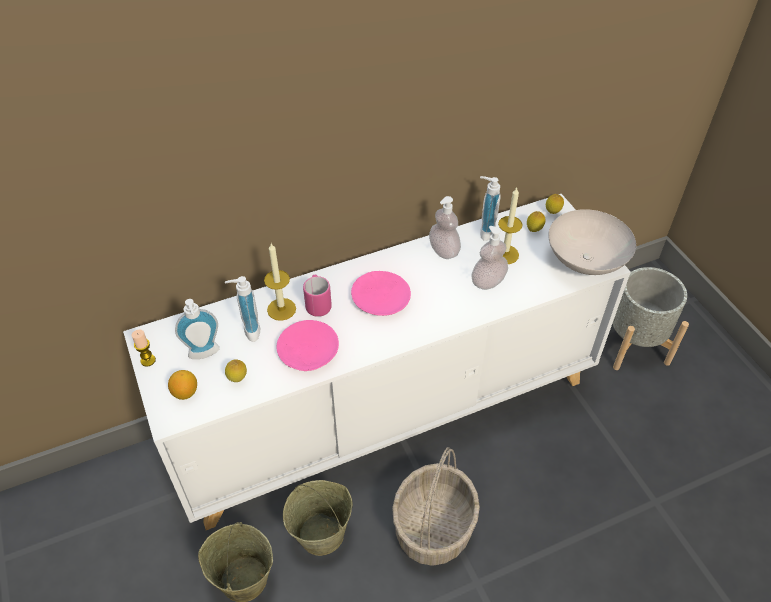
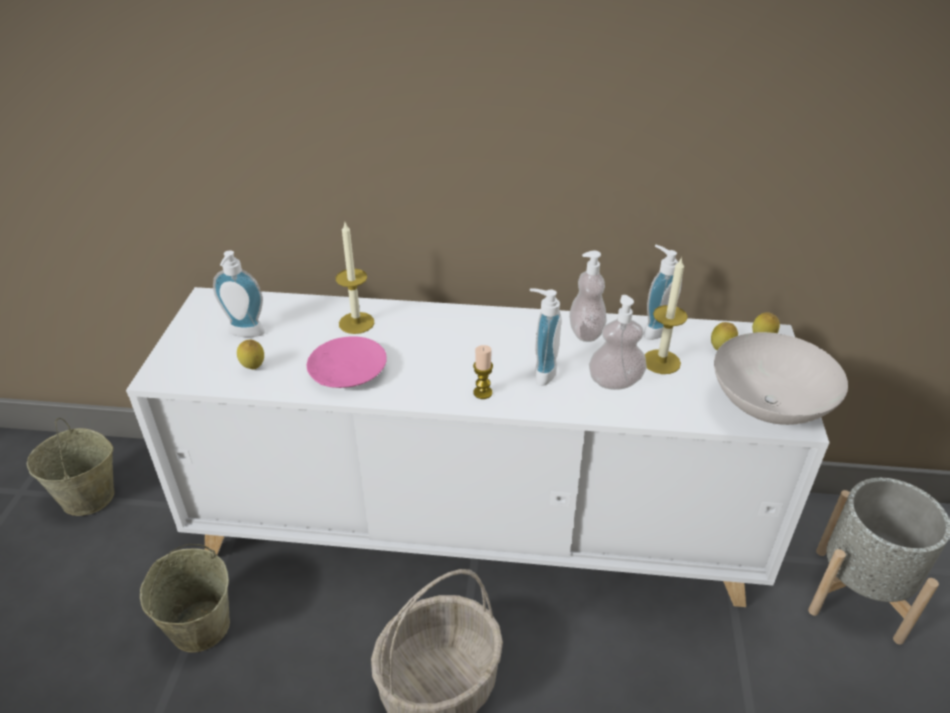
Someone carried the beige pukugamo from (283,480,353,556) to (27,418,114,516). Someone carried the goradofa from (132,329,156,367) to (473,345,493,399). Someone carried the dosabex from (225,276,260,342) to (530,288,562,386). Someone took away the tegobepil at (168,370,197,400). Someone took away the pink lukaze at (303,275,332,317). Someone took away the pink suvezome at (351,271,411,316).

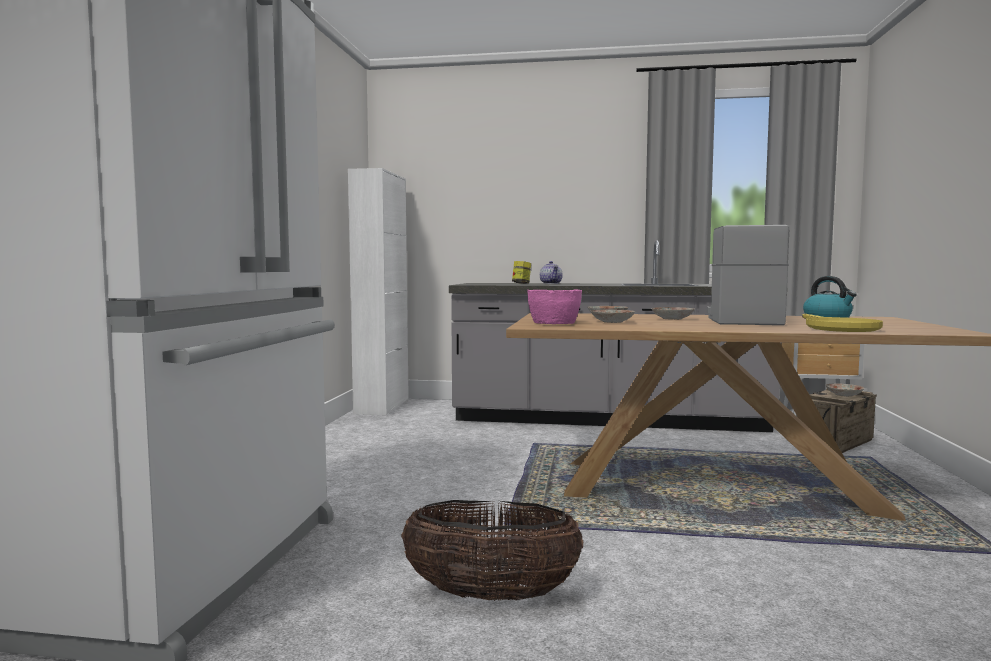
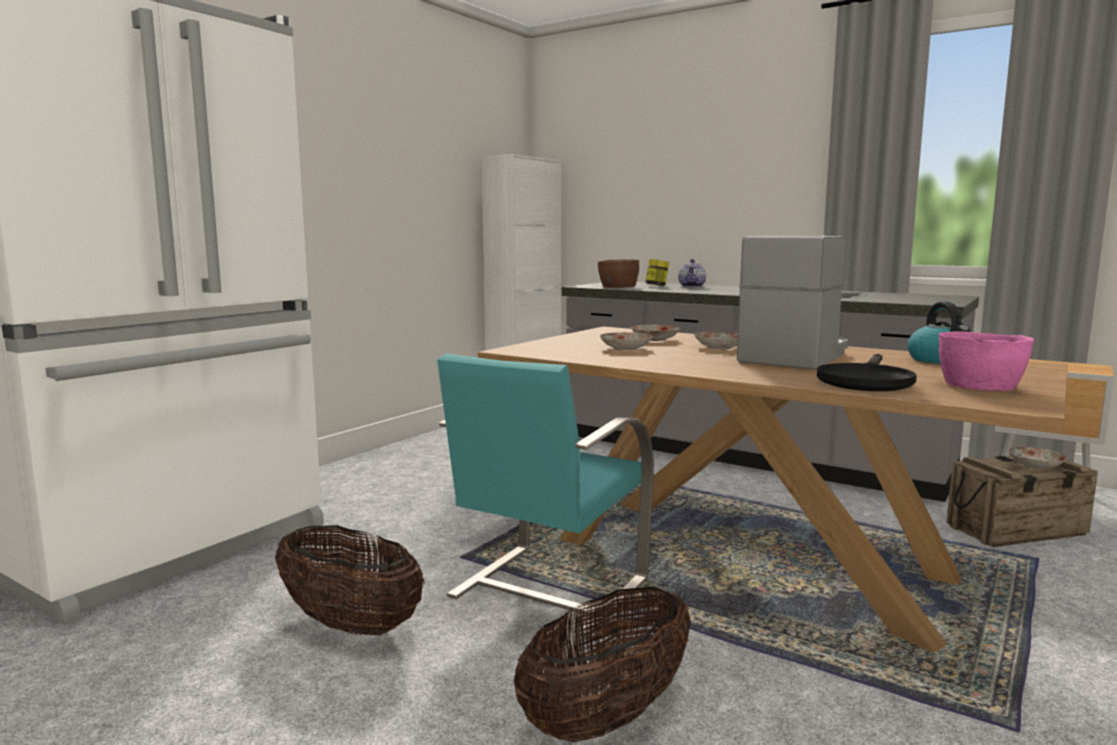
Someone put down the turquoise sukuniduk at (437,353,654,638). Someone put down the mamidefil at (514,587,691,742). Someone put down the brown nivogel at (598,259,639,288). Someone repainted the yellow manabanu at (802,314,883,332), which became the black manabanu at (817,354,917,391). Someone carried the pink nivogel from (527,290,582,324) to (939,332,1034,391).

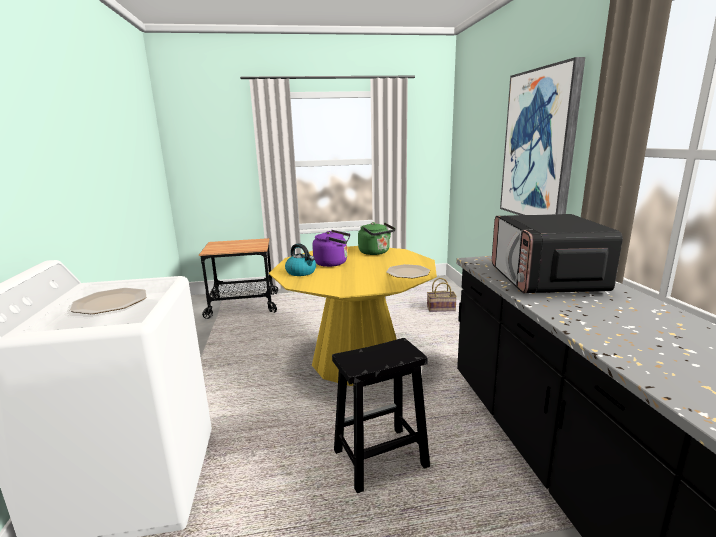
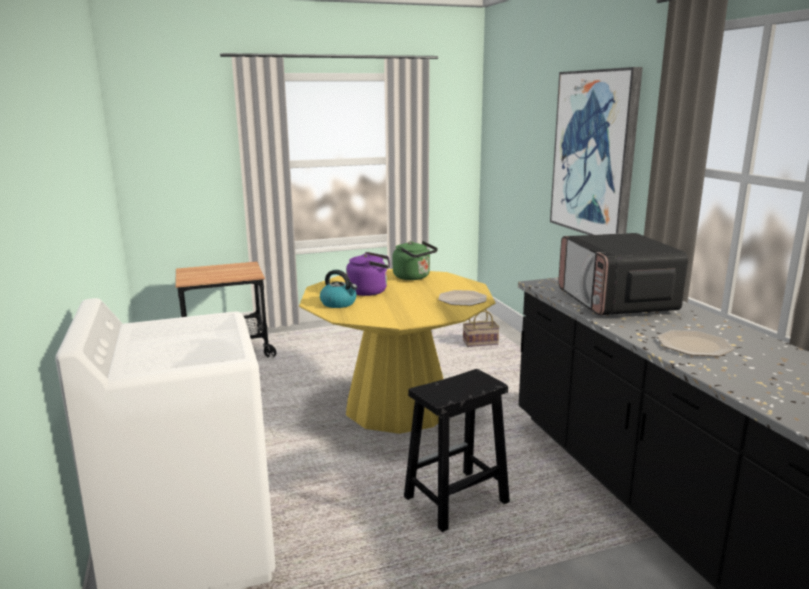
Someone carried the suvezome from (69,288,147,314) to (657,330,734,357).

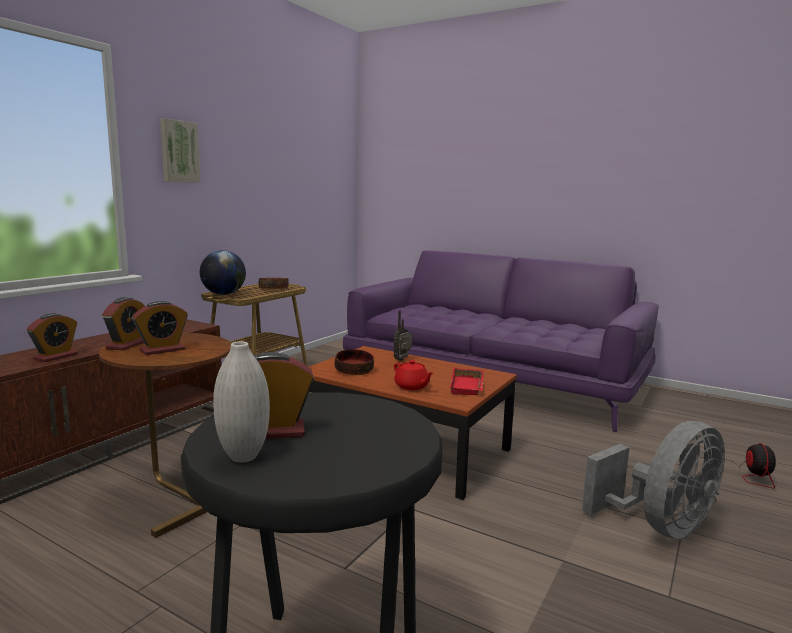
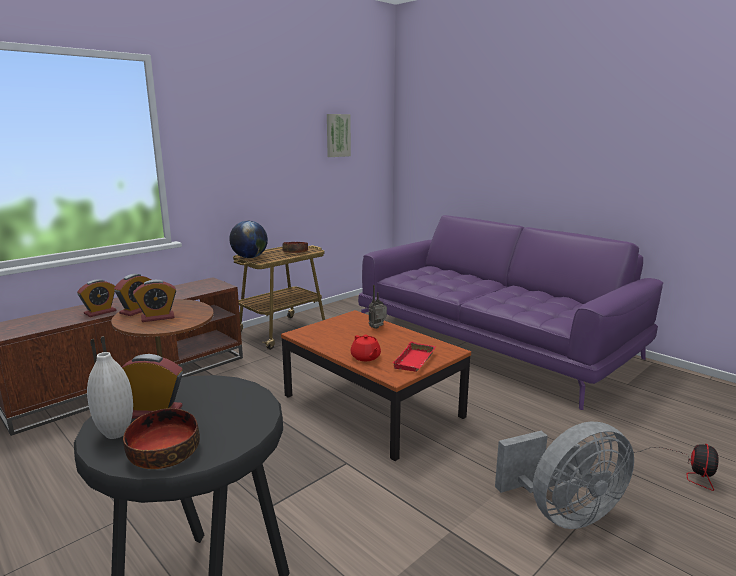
Someone carried the nivogel from (335,349,374,375) to (123,408,200,469). Someone carried the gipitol from (160,118,201,183) to (327,114,351,157).

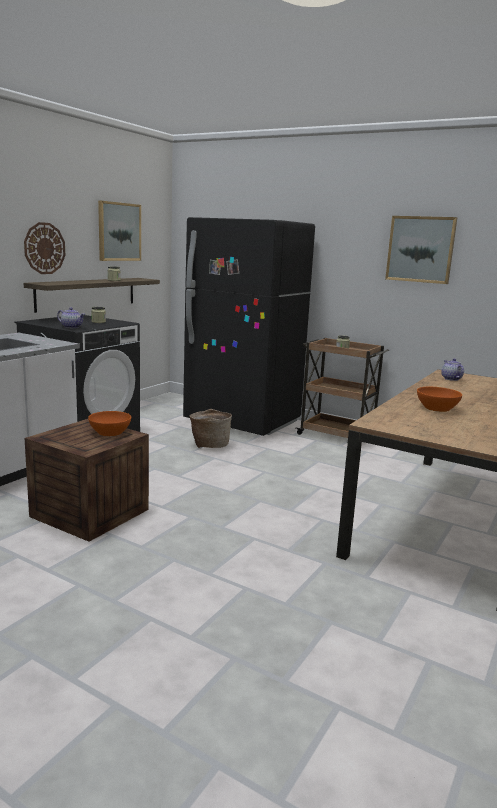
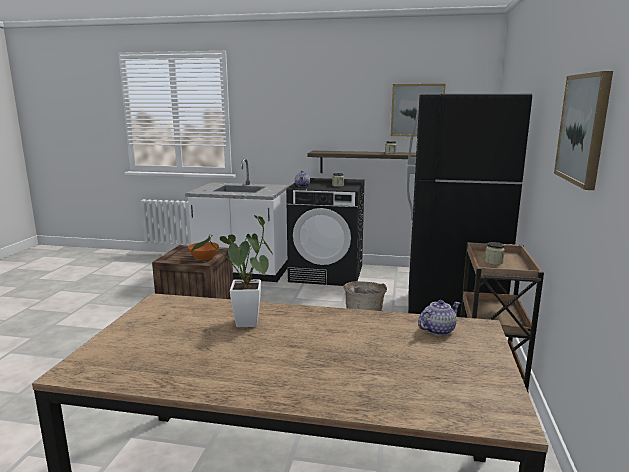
Someone swapped the orange nivogel at (417,387,462,412) for the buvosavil at (191,215,273,327). Someone took away the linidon at (24,222,65,274).

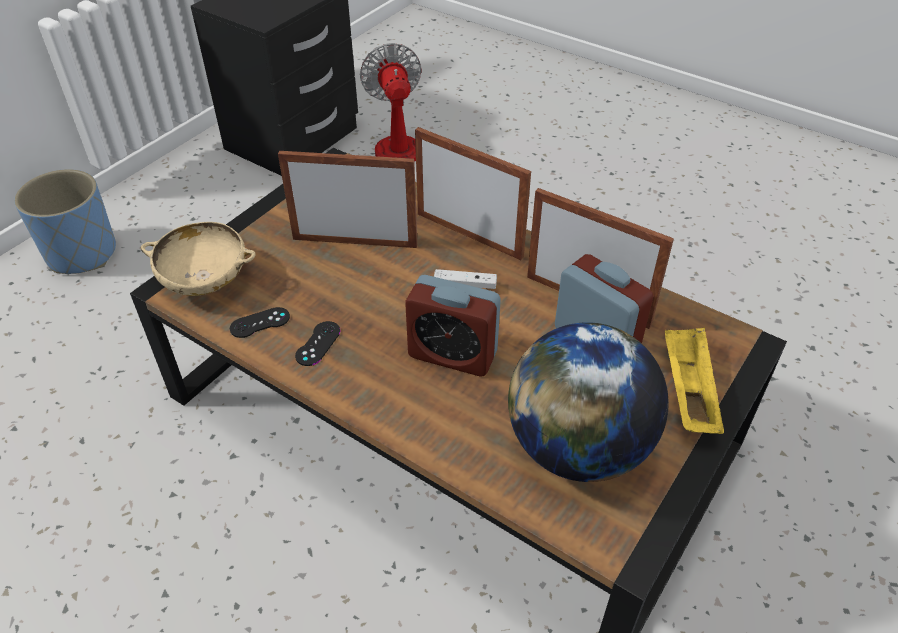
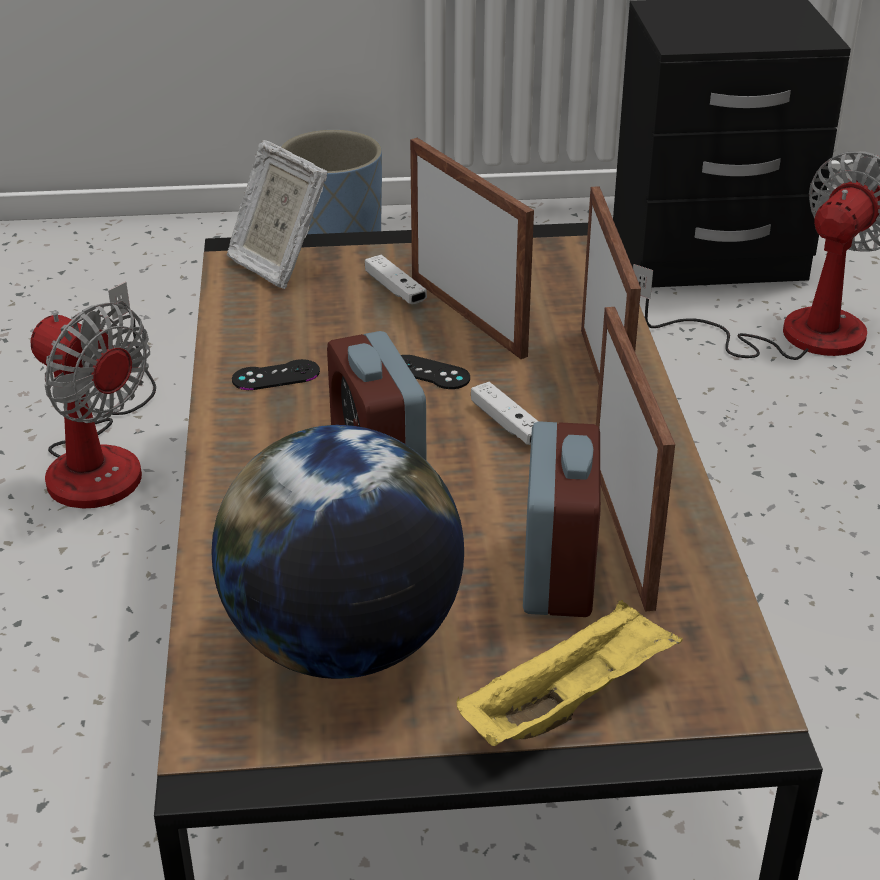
Someone put down the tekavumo at (31,282,156,509). Someone swapped the beige nivogel at (141,222,256,296) for the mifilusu at (226,140,328,289). Someone put down the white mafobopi at (365,255,427,304). Someone carried the black mafobopi from (230,307,290,338) to (401,355,470,389).

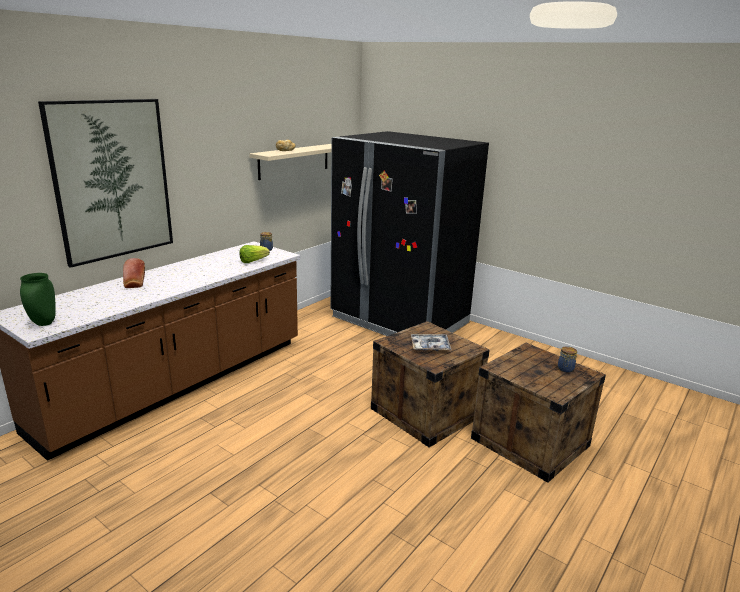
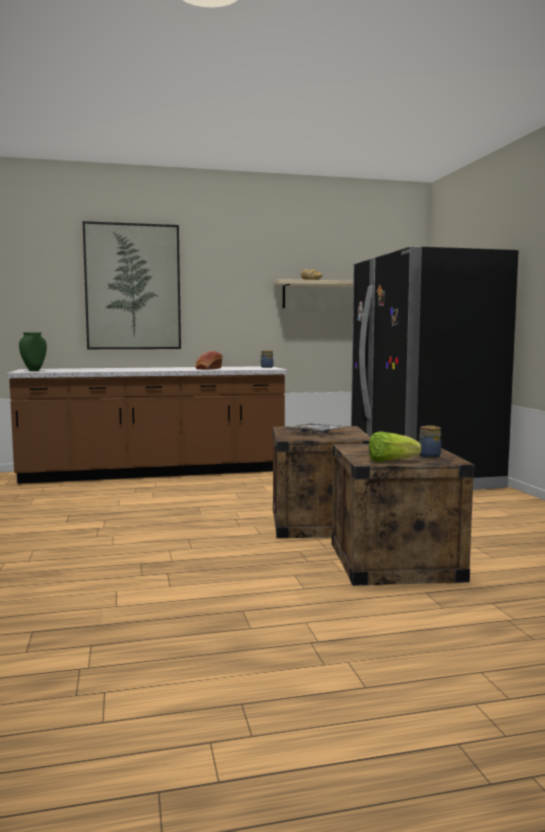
Someone carried the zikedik from (123,258,145,288) to (196,351,222,370). Someone carried the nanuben from (240,245,270,263) to (369,431,422,462).

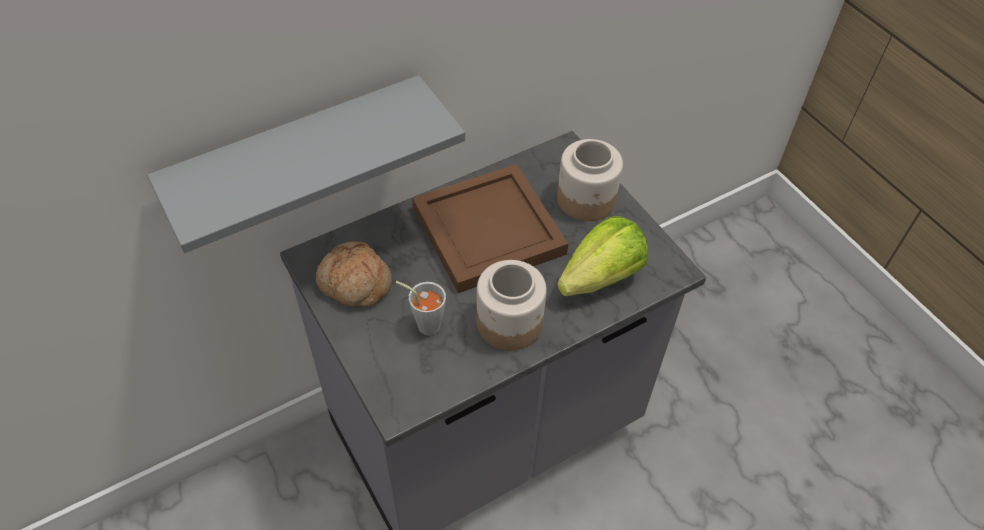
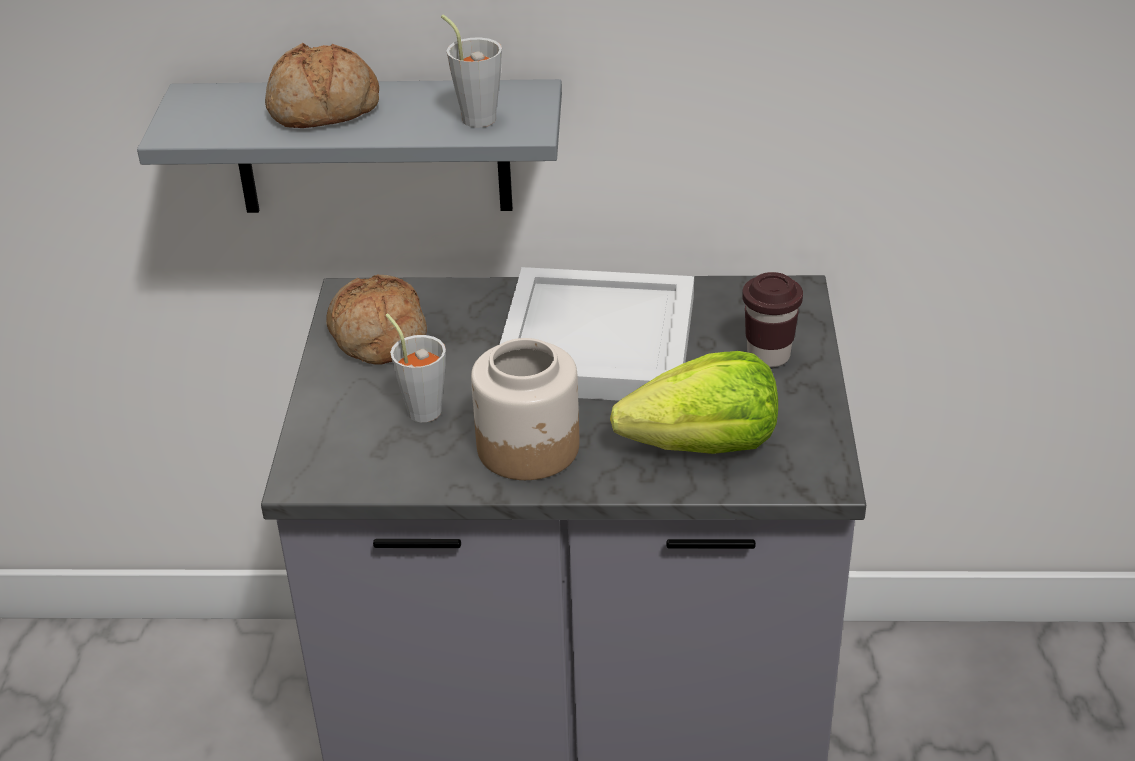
Someone put down the zikedik at (265,43,379,128). Someone put down the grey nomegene at (441,15,502,127). Someone repainted the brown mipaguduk at (412,164,568,293), which became the white mipaguduk at (499,267,694,401). Someone swapped the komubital at (557,139,623,221) for the brown nomegene at (742,272,803,367).

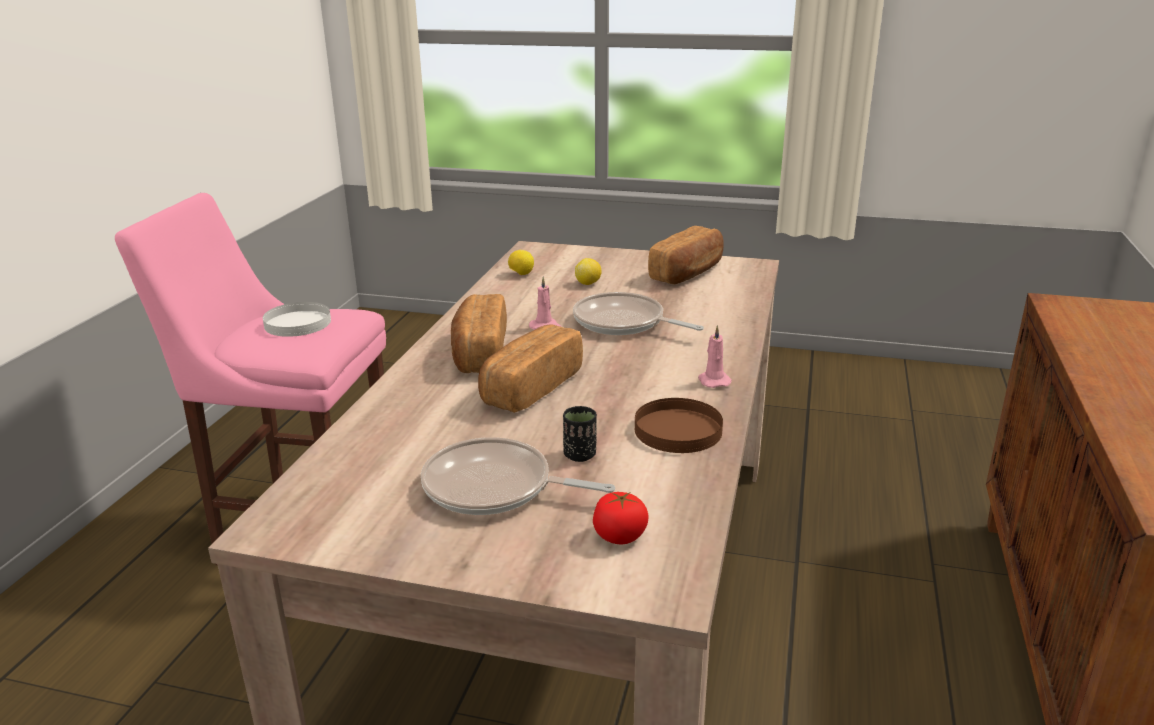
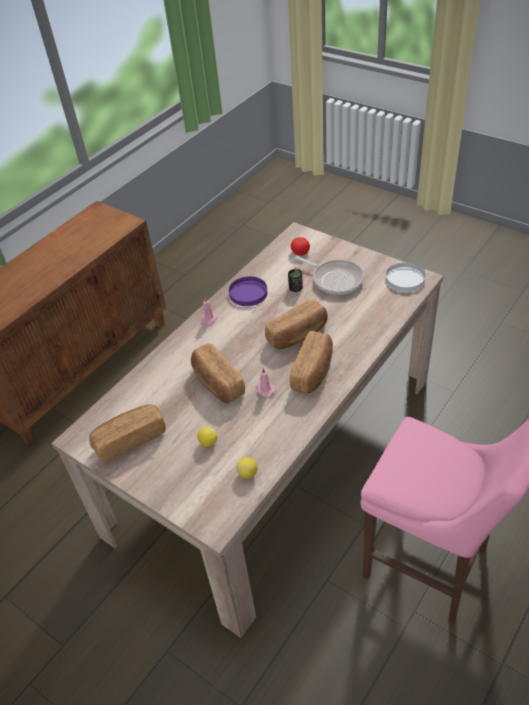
Someone swapped the manabanu at (573,292,704,335) for the zikedik at (191,343,245,403). Someone repainted the brown suvezome at (635,398,723,453), which became the purple suvezome at (229,276,268,306). Someone carried the white suvezome from (263,302,331,337) to (386,262,425,292).

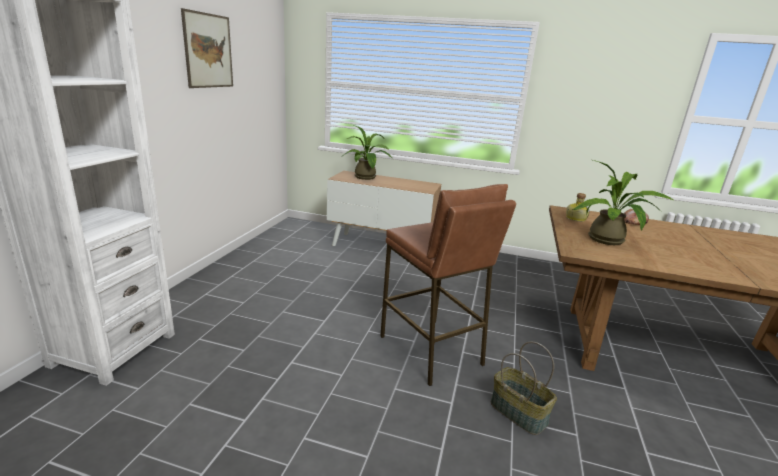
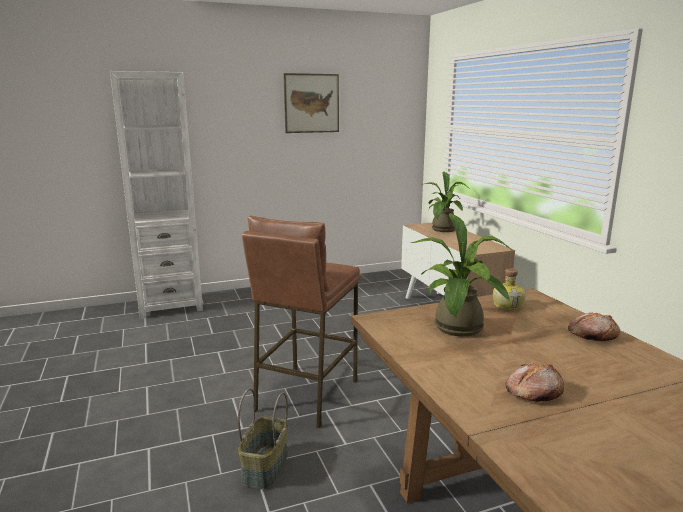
Someone put down the zikedik at (505,362,564,402).

